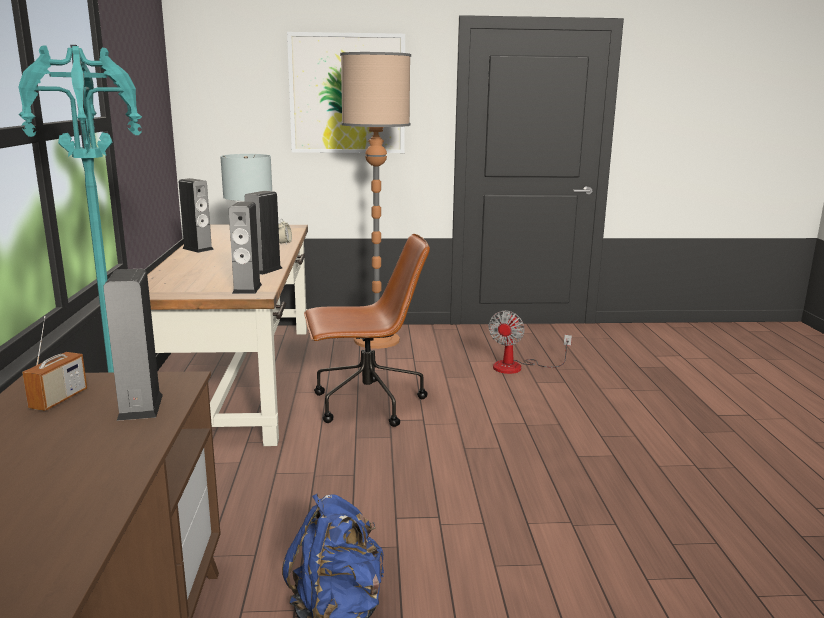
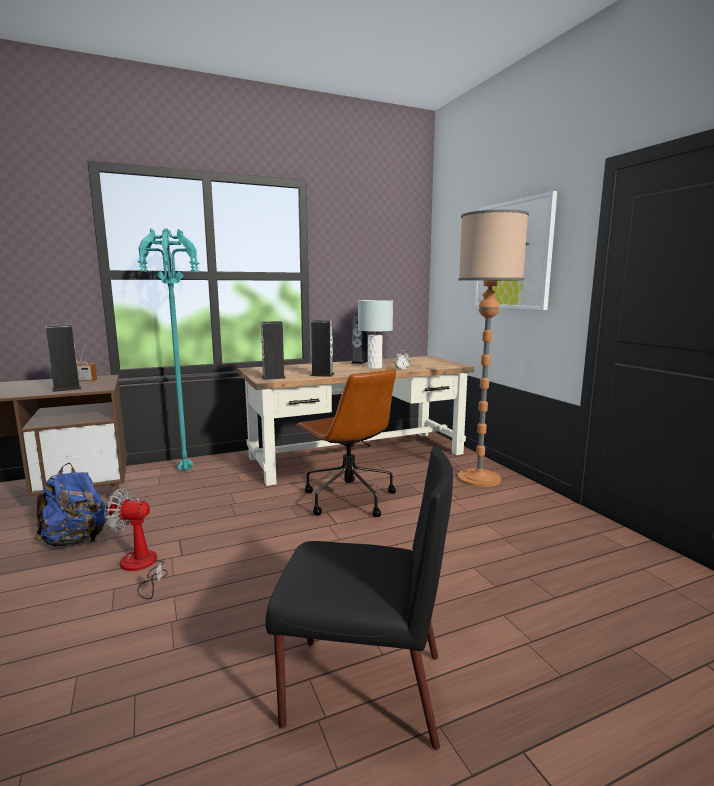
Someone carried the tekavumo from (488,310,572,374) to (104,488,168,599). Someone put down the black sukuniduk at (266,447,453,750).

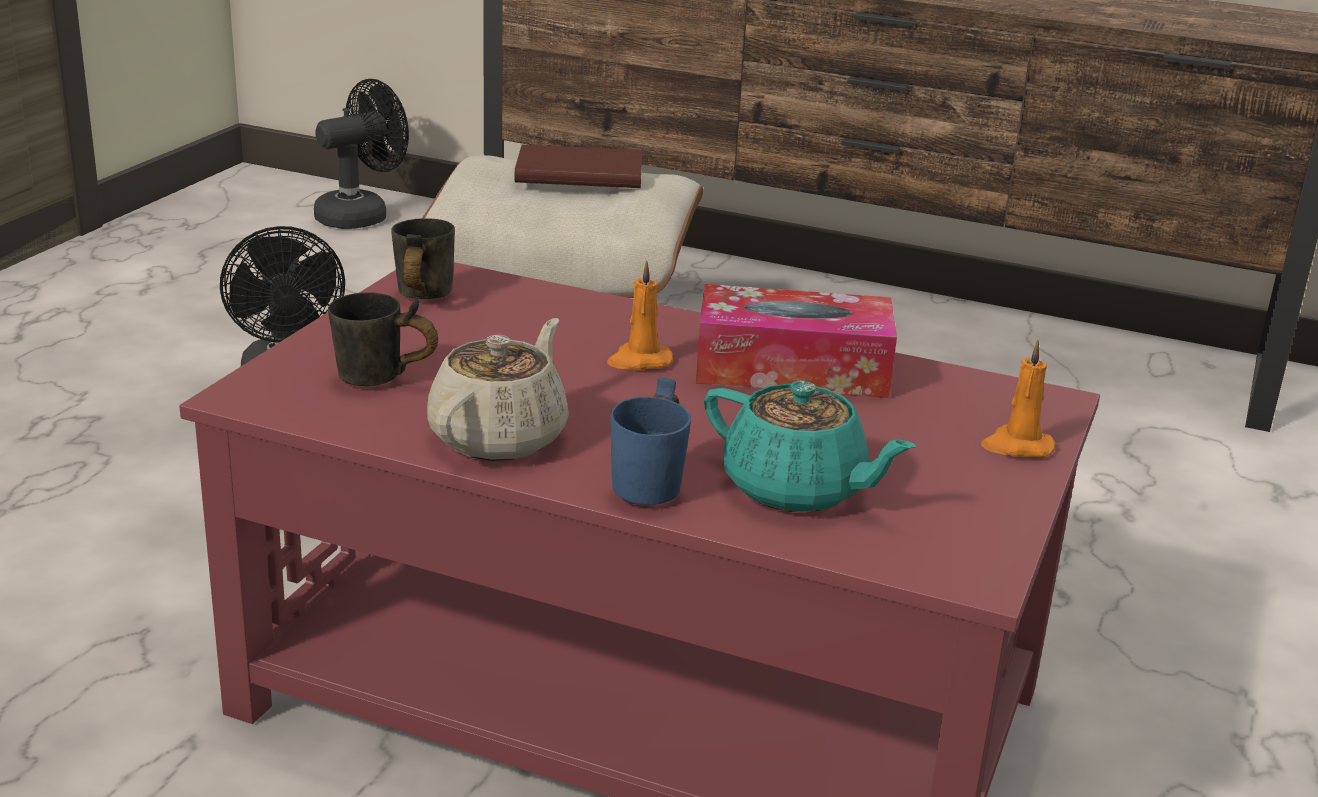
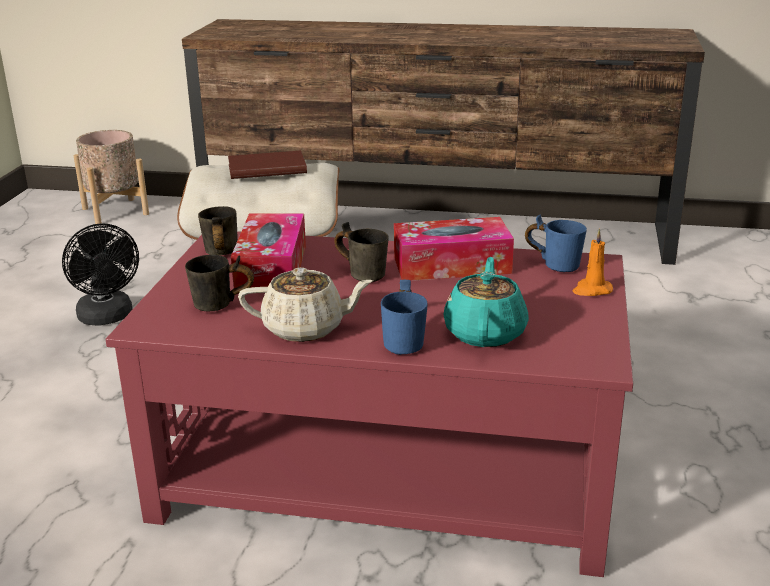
Someone swapped the black tekavumo at (314,79,409,229) for the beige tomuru at (73,130,149,224). Someone put down the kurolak at (231,213,306,288). Someone rotated the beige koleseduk at (427,318,569,461) by 75 degrees clockwise. Someone swapped the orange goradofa at (607,260,673,370) for the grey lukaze at (334,222,389,282). Someone rotated the turquoise koleseduk at (704,381,916,513) by 105 degrees counterclockwise. Someone put down the blue lukaze at (525,215,587,272).

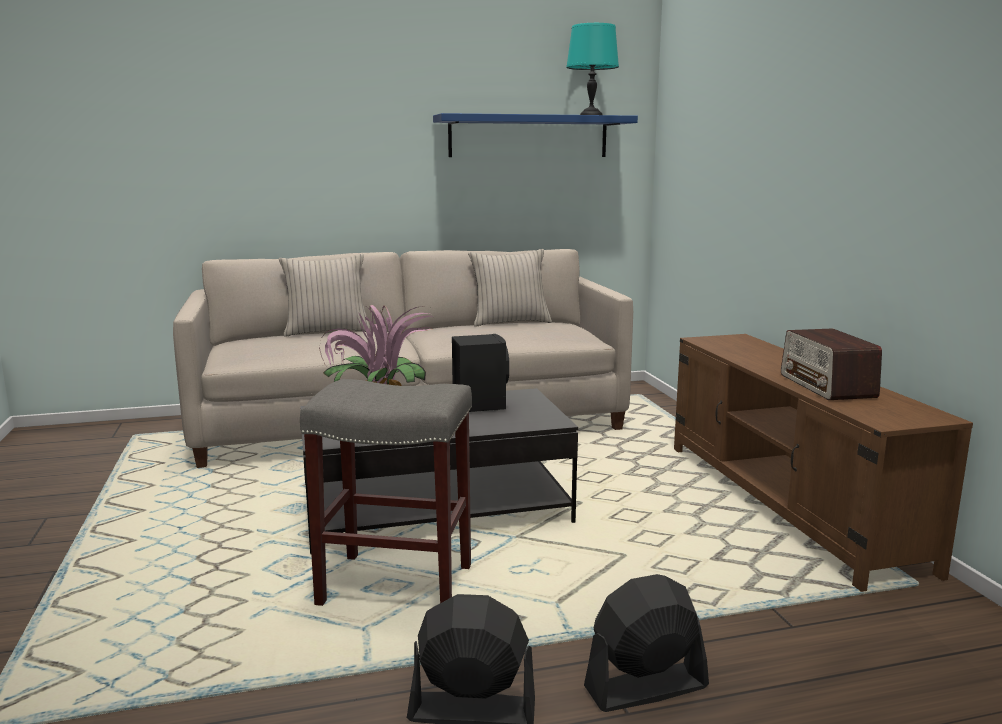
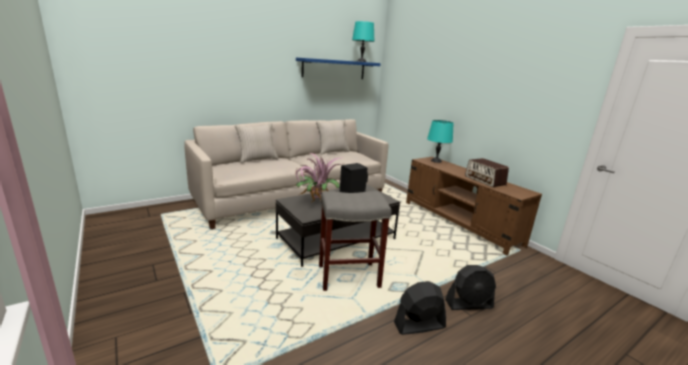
Someone put down the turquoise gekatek at (427,120,454,163). Someone rotated the black tekavumo at (584,574,709,712) by 150 degrees counterclockwise.

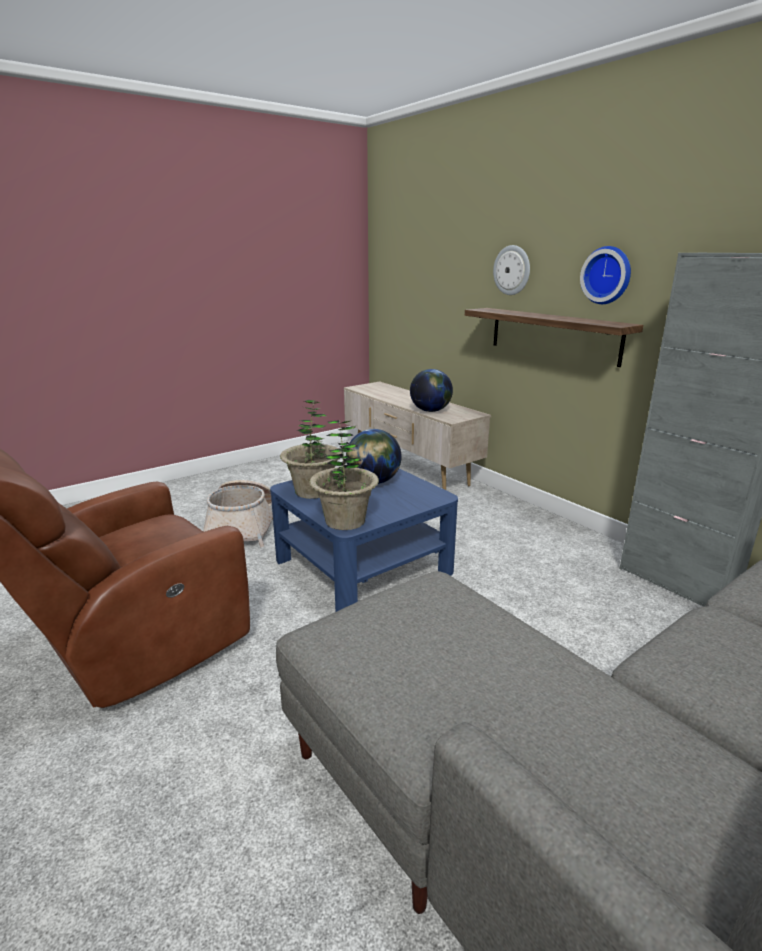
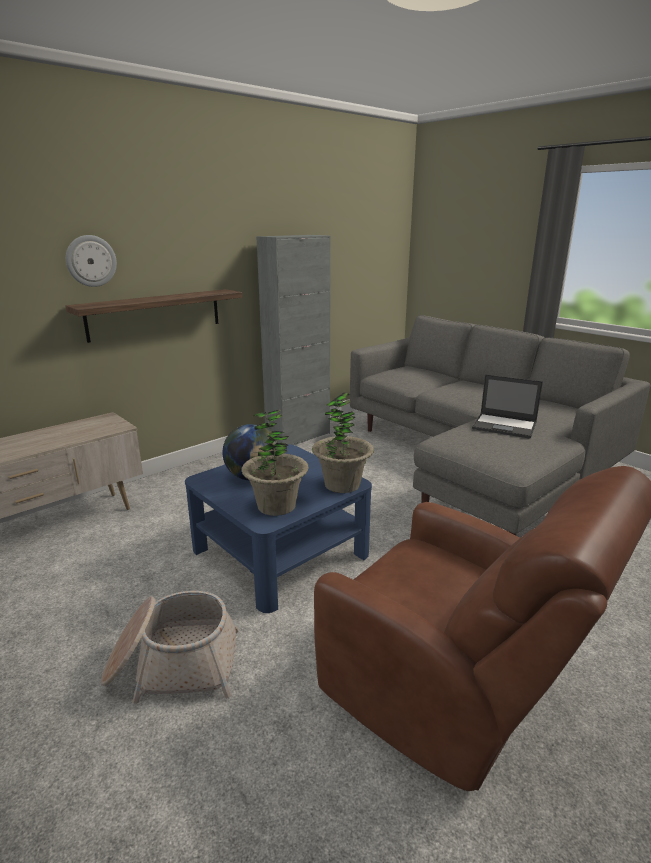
Someone put down the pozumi at (472,375,543,439). Someone took away the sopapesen at (410,369,453,412). Someone took away the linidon at (580,246,631,304).

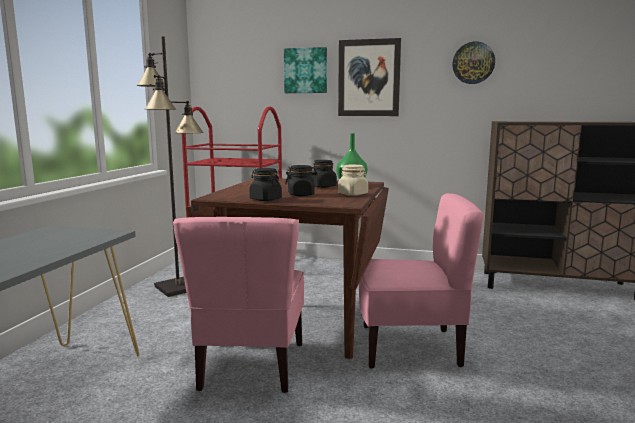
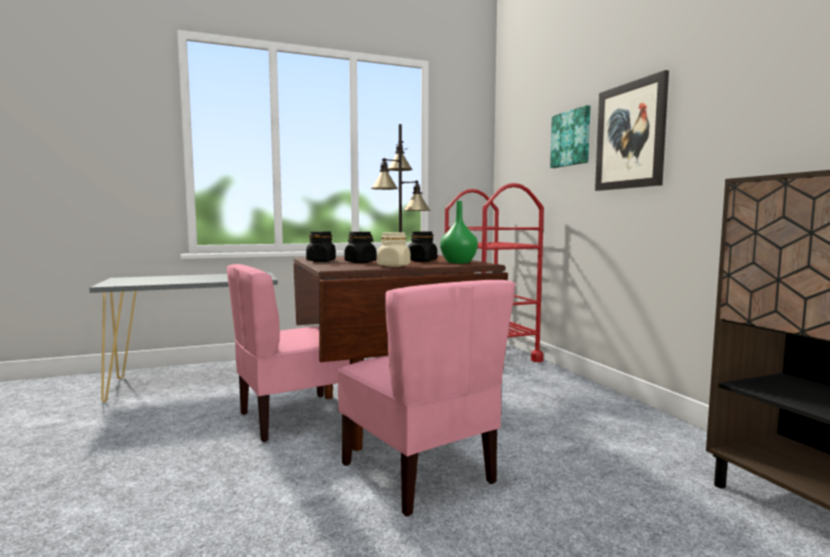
Someone took away the linidon at (452,41,495,84).

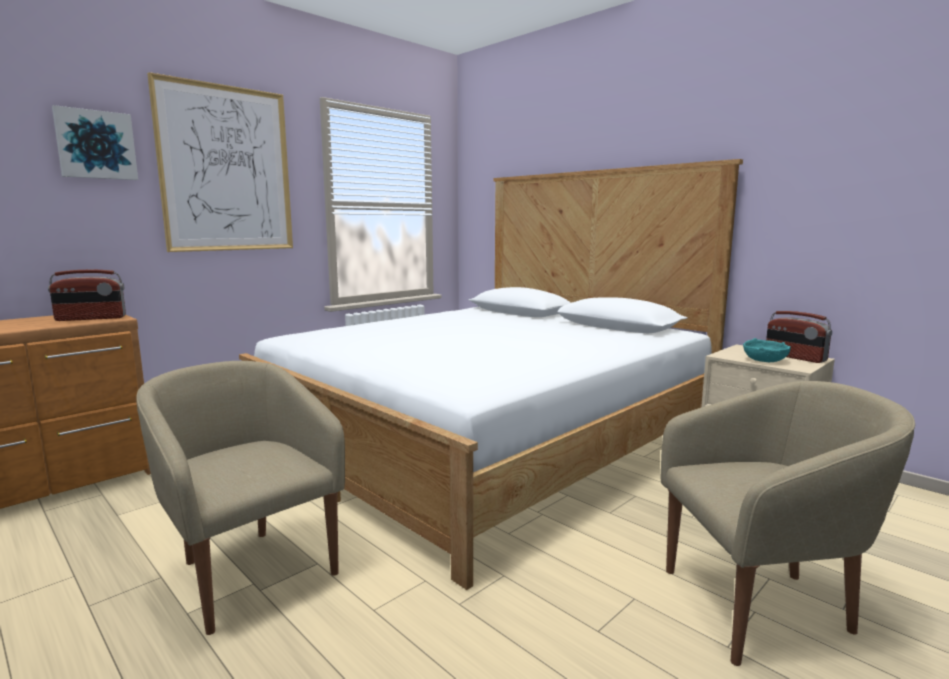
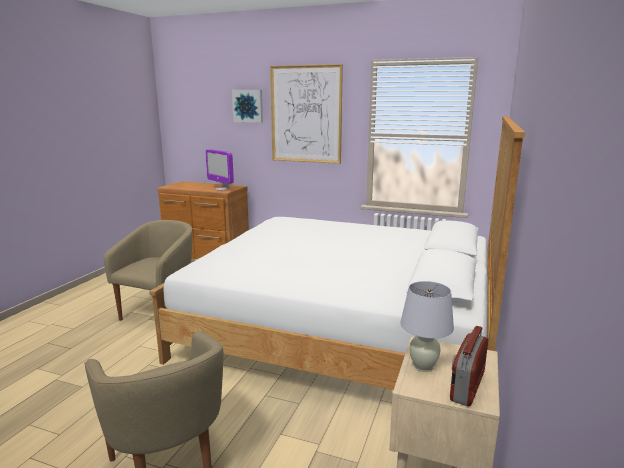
Someone swapped the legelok at (48,270,126,321) for the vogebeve at (206,149,234,191). Someone swapped the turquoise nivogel at (743,338,791,362) for the white gekatek at (400,281,454,372).

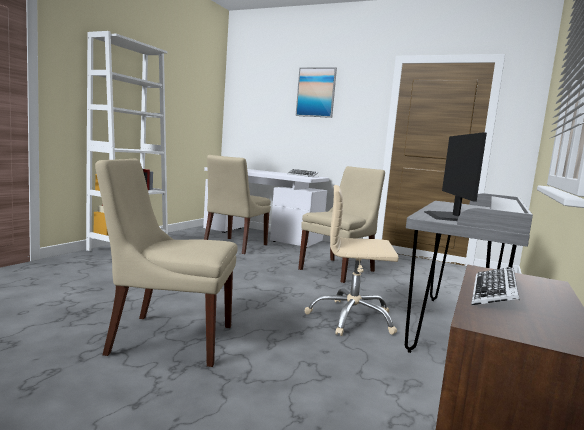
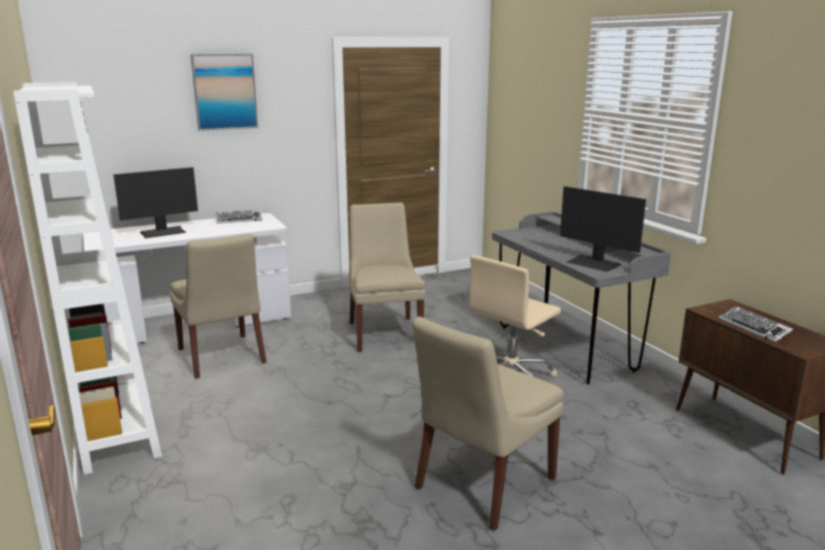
Someone put down the vogebeve at (113,167,198,238).

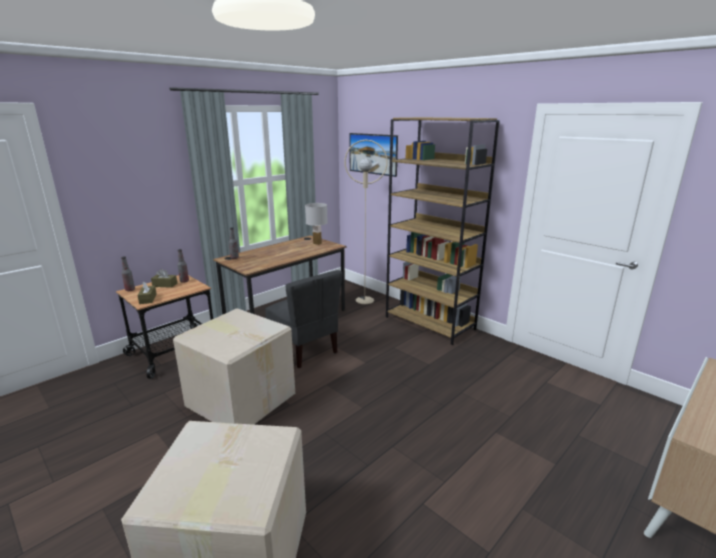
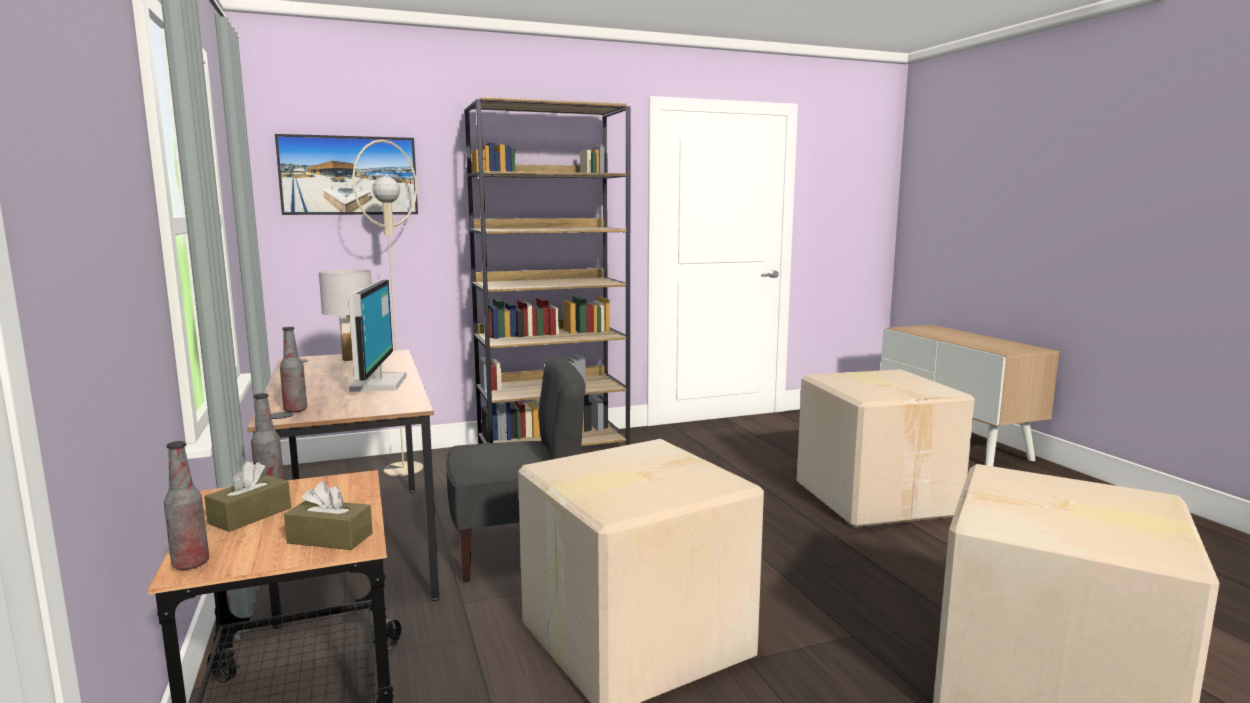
Someone put down the vogebeve at (348,279,407,392). Someone put down the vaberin at (797,369,975,527).

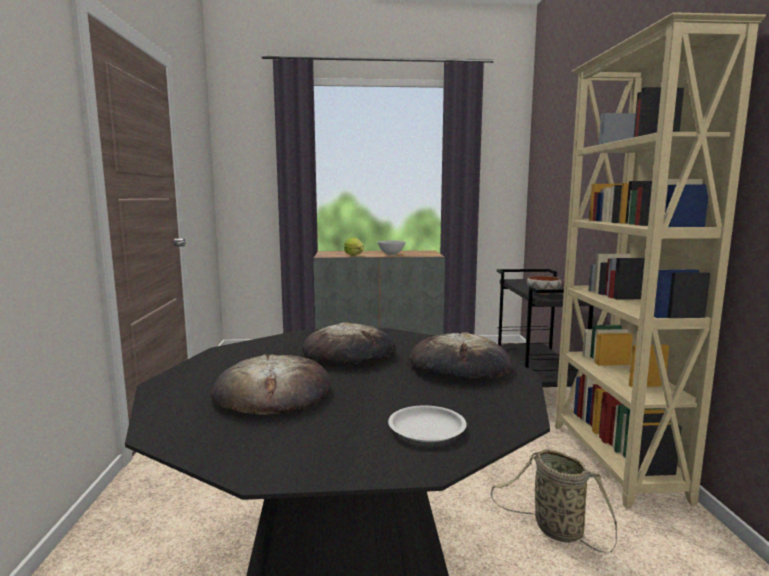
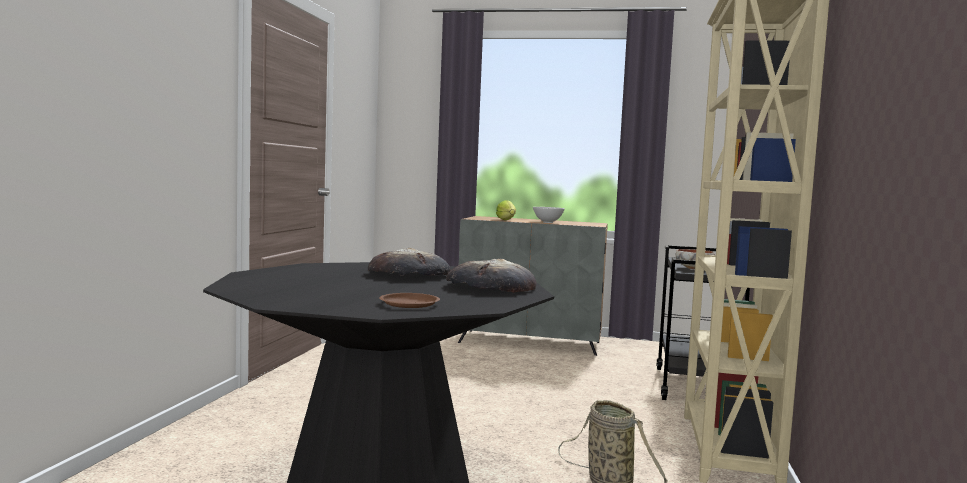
Someone repainted the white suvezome at (388,405,467,442), which became the brown suvezome at (379,293,440,308). Someone took away the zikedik at (211,354,331,415).

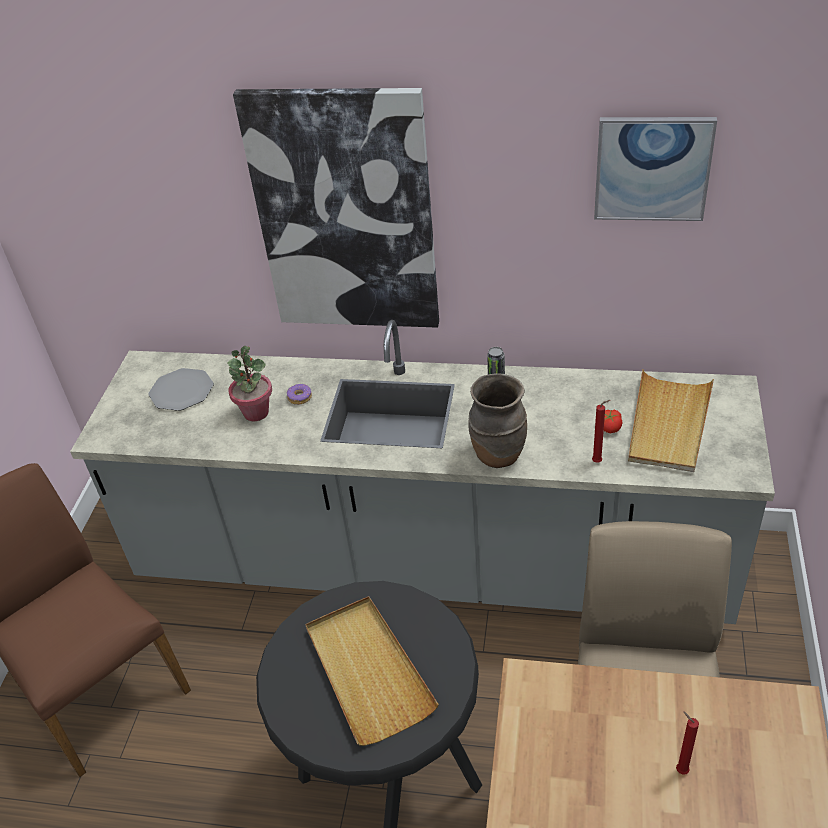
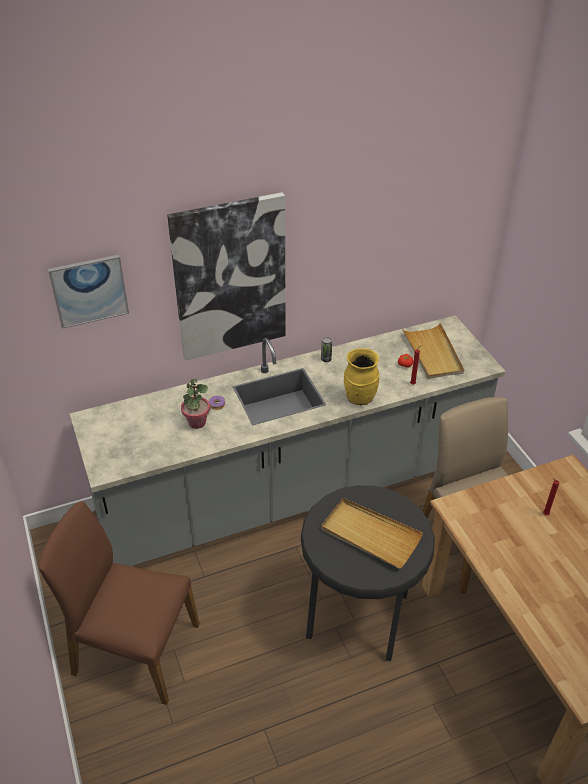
Someone carried the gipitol from (594,117,717,221) to (48,255,129,329). Someone repainted the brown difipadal at (468,374,527,468), which became the yellow difipadal at (344,348,379,405). Someone took away the suvezome at (148,368,214,411).

